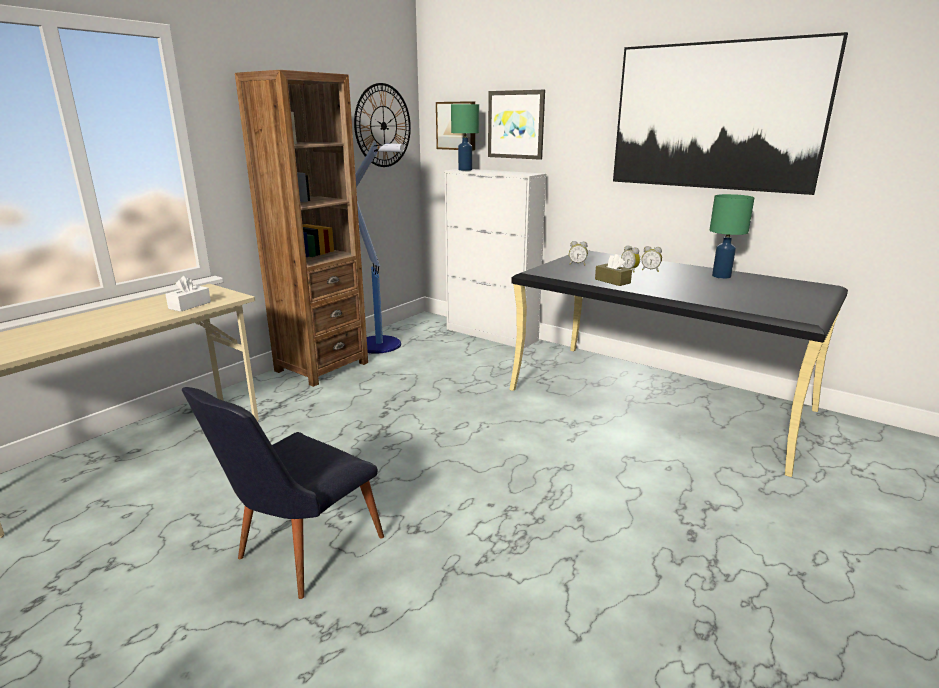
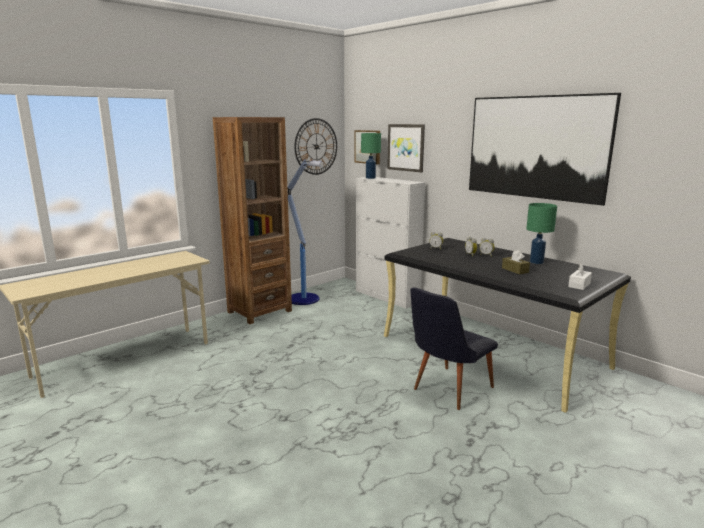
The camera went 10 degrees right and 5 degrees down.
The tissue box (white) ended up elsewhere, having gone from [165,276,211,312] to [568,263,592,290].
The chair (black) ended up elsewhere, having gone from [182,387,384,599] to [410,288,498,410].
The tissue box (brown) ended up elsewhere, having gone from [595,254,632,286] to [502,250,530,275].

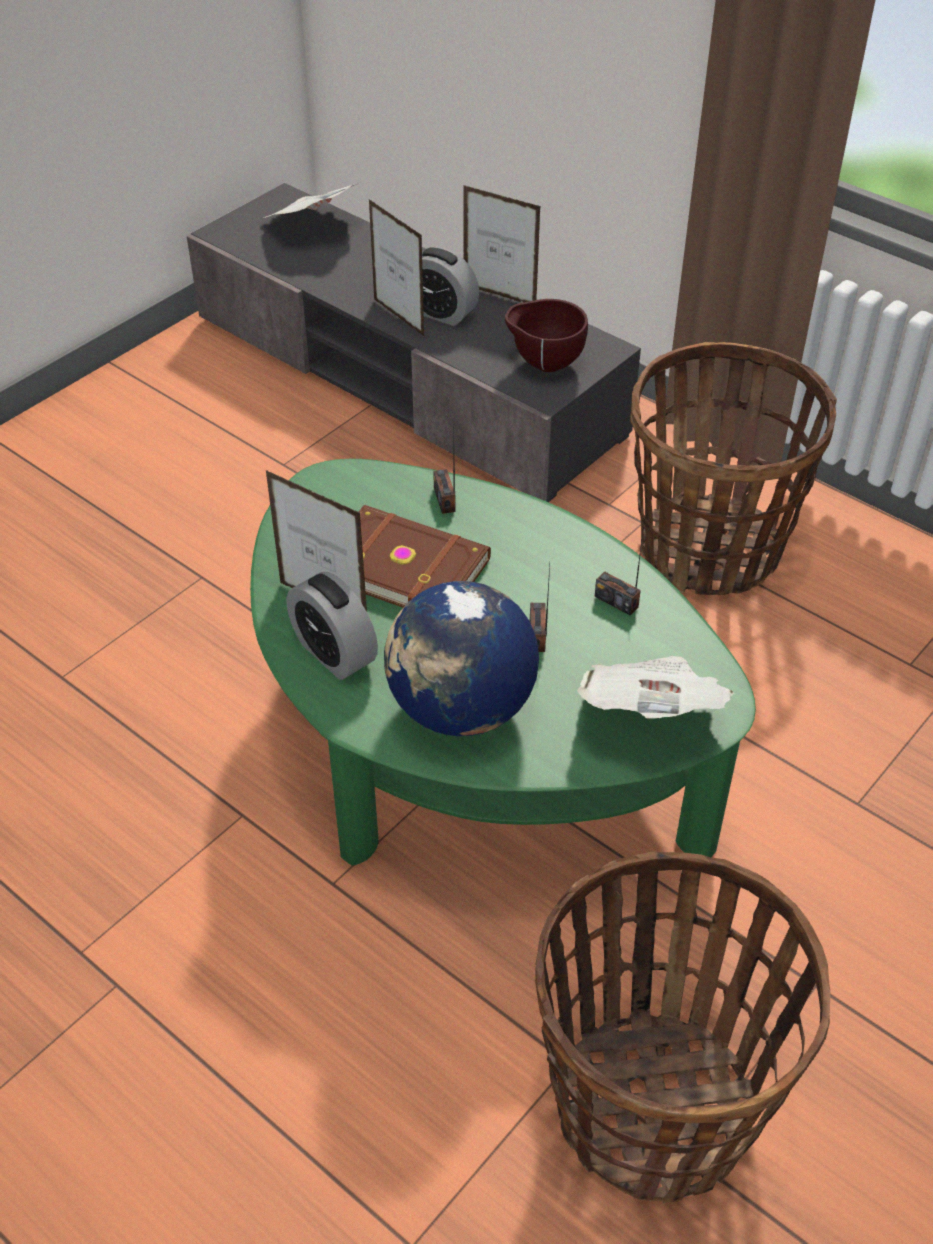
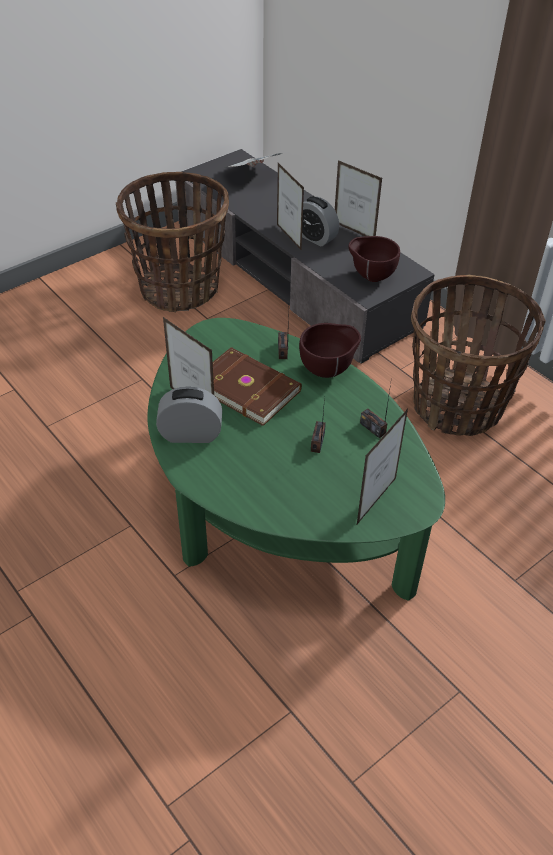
The camera went 10 degrees right and 0 degrees up.
The alarm clock at [286,572,378,680] ended up facing another way, 120 degrees clockwise from before.
The second view lost the globe at [384,581,539,736].
The basket ended up elsewhere, having gone from [535,852,830,1203] to [116,172,229,312].
Where the newspaper stood at [577,656,734,719], the picture frame came to stand at [357,409,408,524].
The second view gained the bowl (brown) at [299,323,361,378].

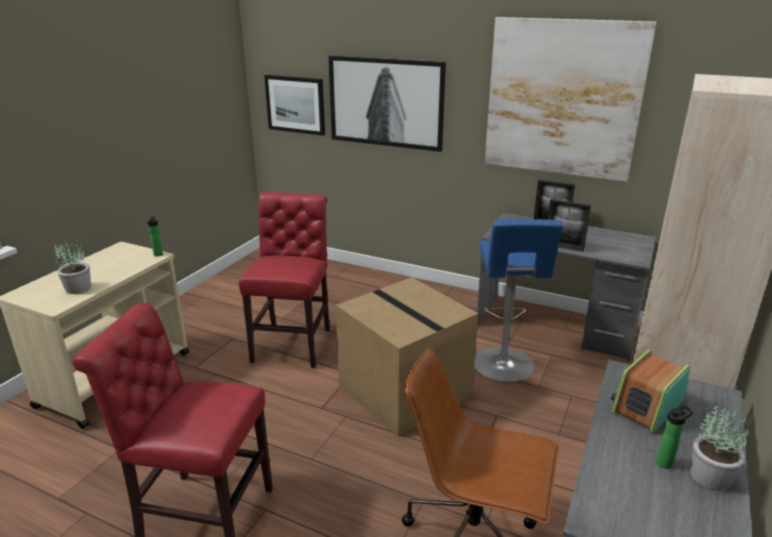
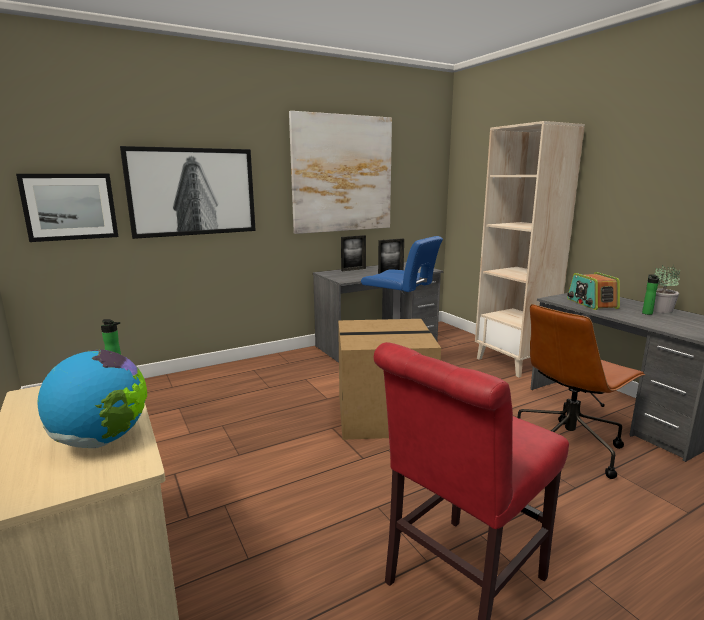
The camera went 55 degrees left and 10 degrees down.
Where the potted plant stood at [54,238,91,294], the globe came to stand at [38,349,147,448].
The second view lost the chair (red) at [239,192,330,368].

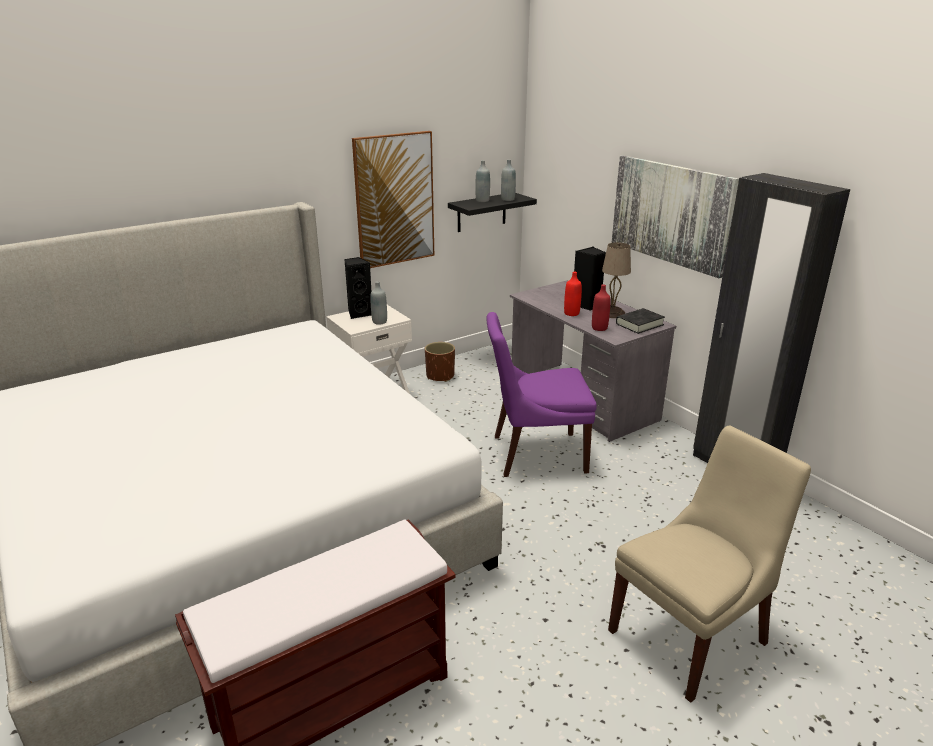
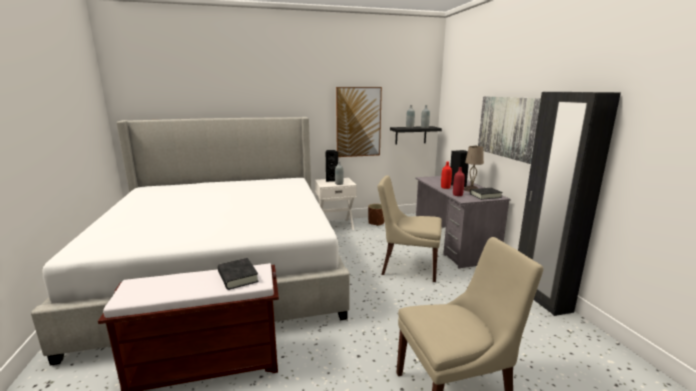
The camera went 20 degrees right and 10 degrees down.
What was the chair (purple) at [486,312,597,477] turned into the chair (beige) at [378,175,442,282].
The second view gained the book (black) at [218,258,259,290].

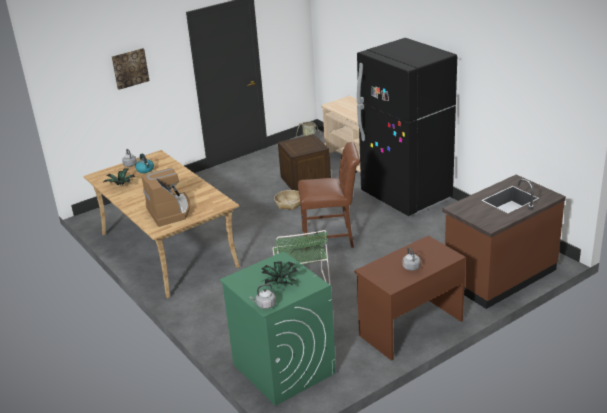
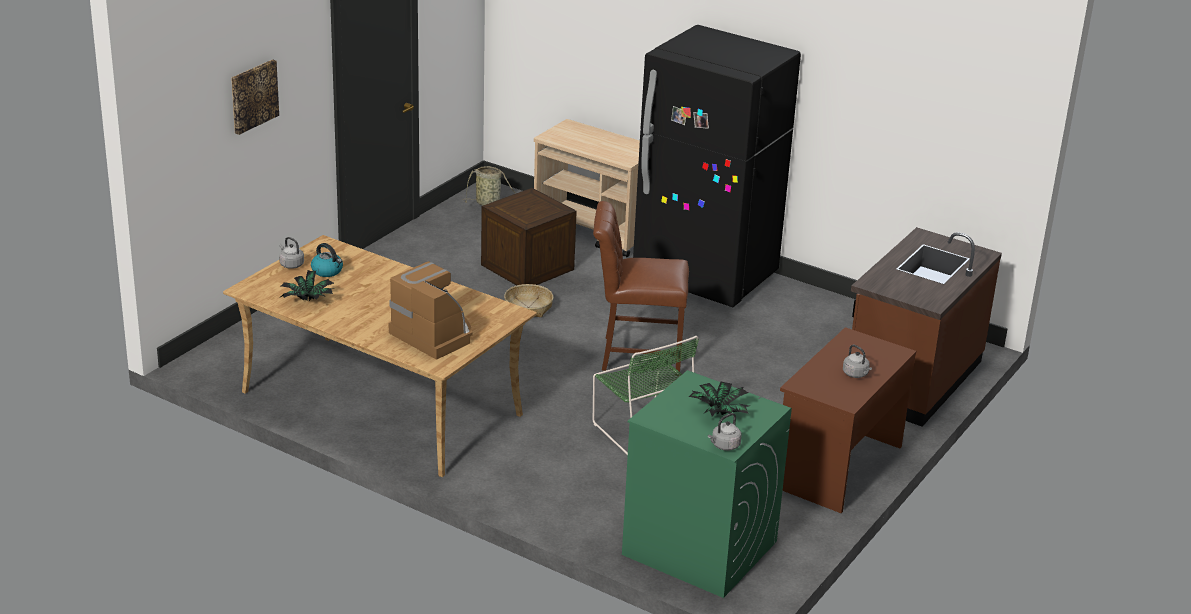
The camera went 25 degrees left and 0 degrees up.
The chair (brown) at [298,142,360,251] ended up facing another way, 150 degrees counterclockwise from before.

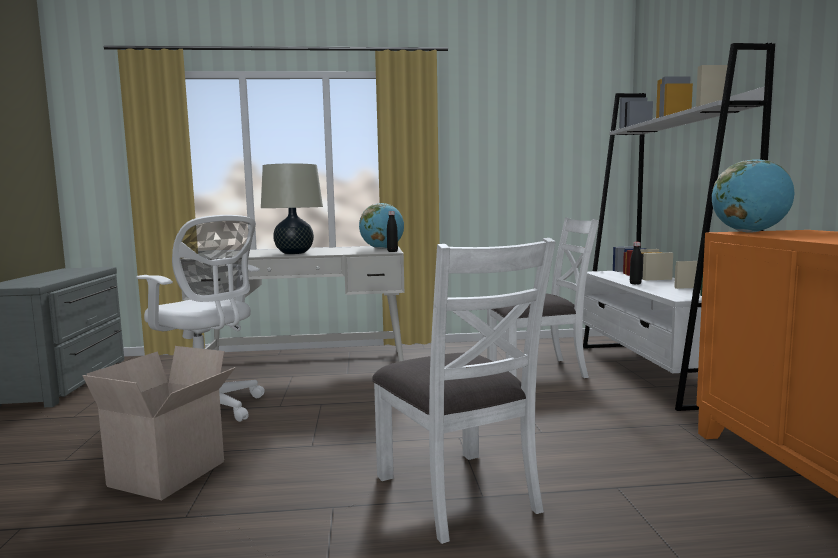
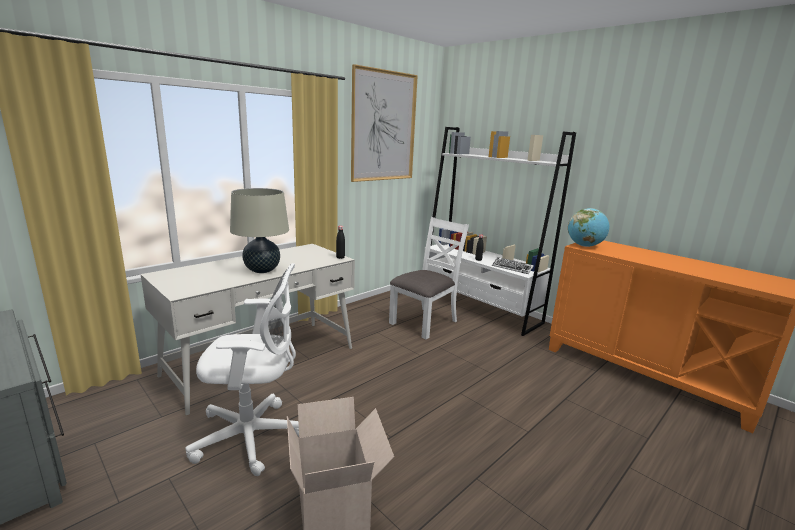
The camera went 40 degrees left and 10 degrees up.
The second view lost the globe at [359,203,404,249].
The second view lost the chair (white) at [372,238,556,544].
The second view gained the picture at [351,64,418,182].
The second view gained the keyboard at [492,257,534,274].

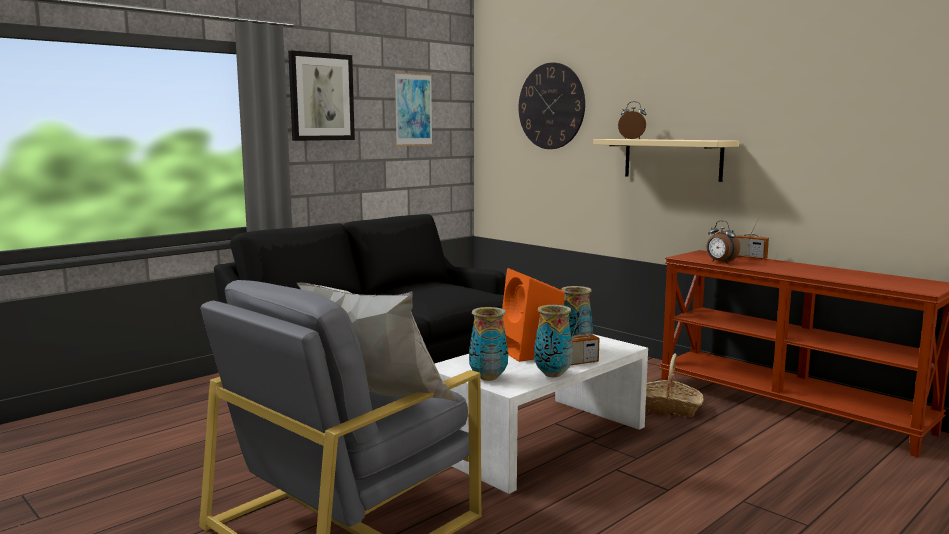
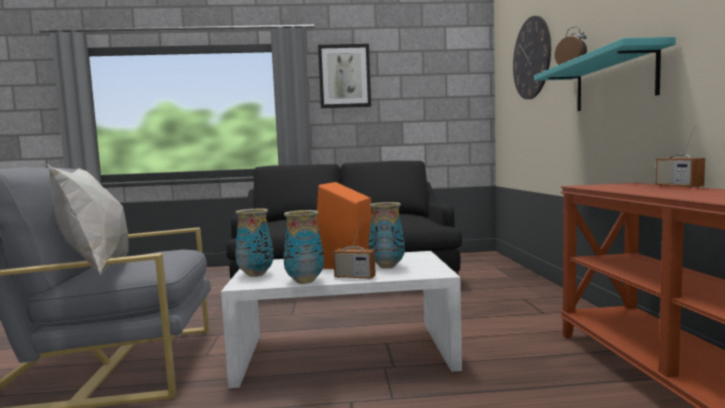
The camera went 40 degrees right and 5 degrees down.
The second view lost the picture at [394,72,433,146].
What was the shelf (beige) at [593,139,739,182] turned into the shelf (turquoise) at [534,37,676,111].
The second view lost the basket at [645,353,704,417].
The second view lost the alarm clock at [707,221,740,264].

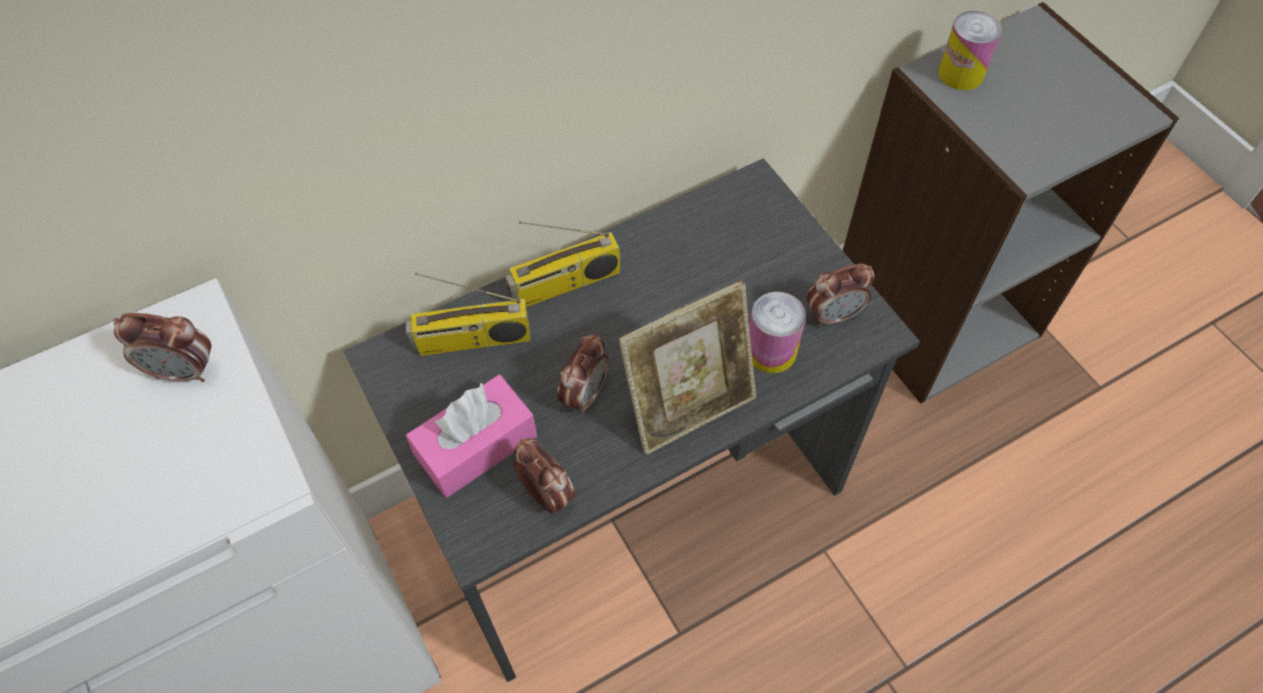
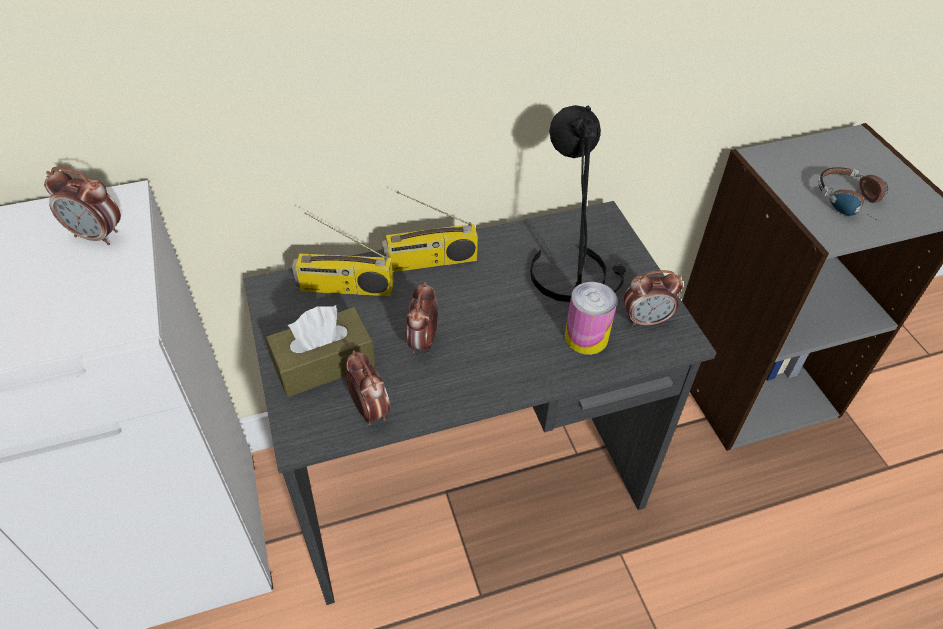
The camera went 10 degrees right and 10 degrees down.
What was the tissue box (pink) at [406,375,537,498] turned into the tissue box (brown) at [266,305,376,397].
The alarm clock at [557,334,608,414] ended up facing another way, 150 degrees clockwise from before.
The second view lost the picture frame at [618,280,756,455].
The second view lost the can at [938,11,1002,90].
The second view gained the table lamp (black) at [530,105,626,302].
The second view gained the headphones at [818,167,888,220].

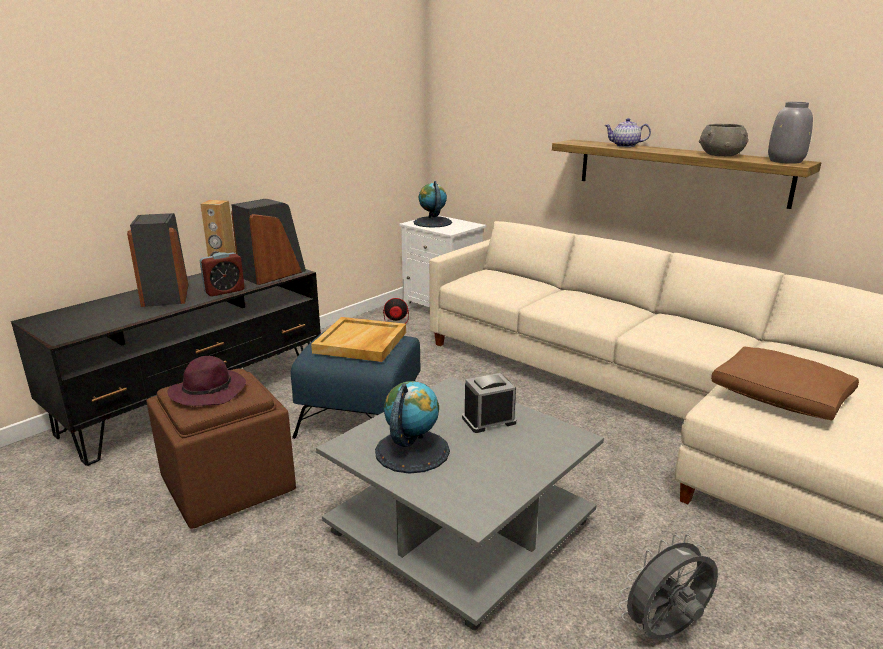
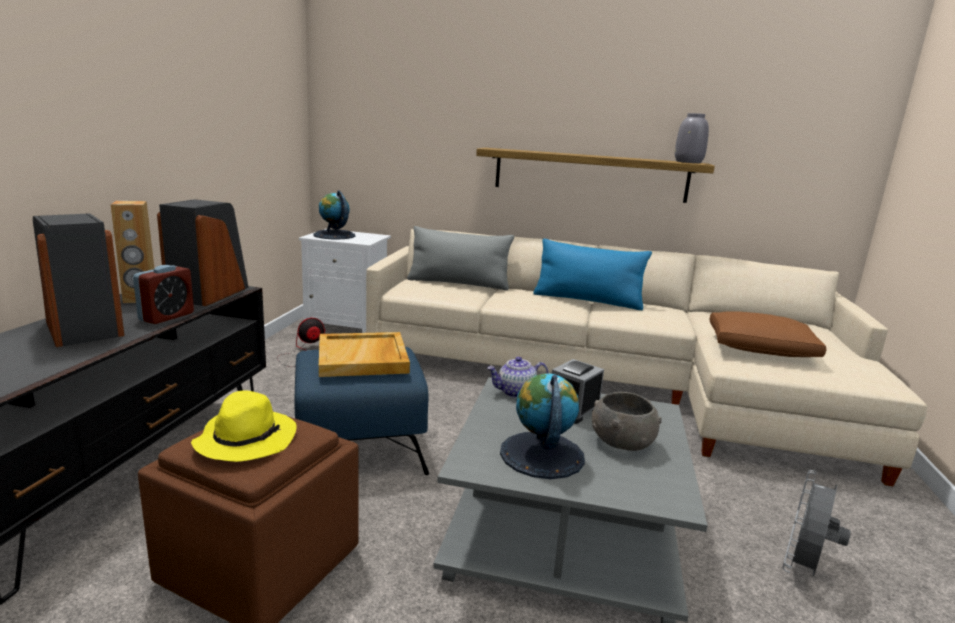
The camera went 30 degrees left and 5 degrees down.
What was the hat (purple) at [168,356,246,406] turned into the hat (yellow) at [191,390,297,462].
The teapot ended up elsewhere, having gone from [604,118,651,147] to [487,356,549,398].
The bowl (grey) ended up elsewhere, having gone from [699,124,749,156] to [592,392,662,451].
The second view gained the pillow (grey) at [407,226,514,290].
The second view gained the pillow (blue) at [534,238,652,310].

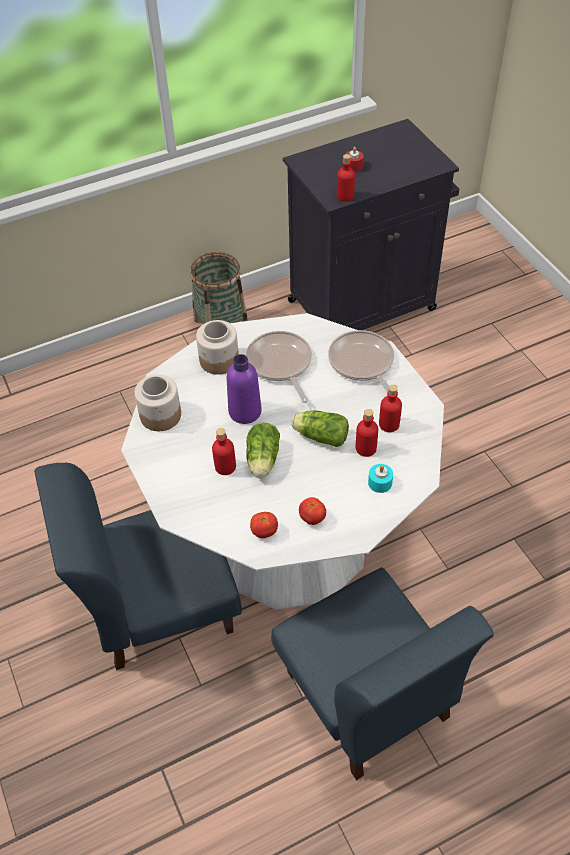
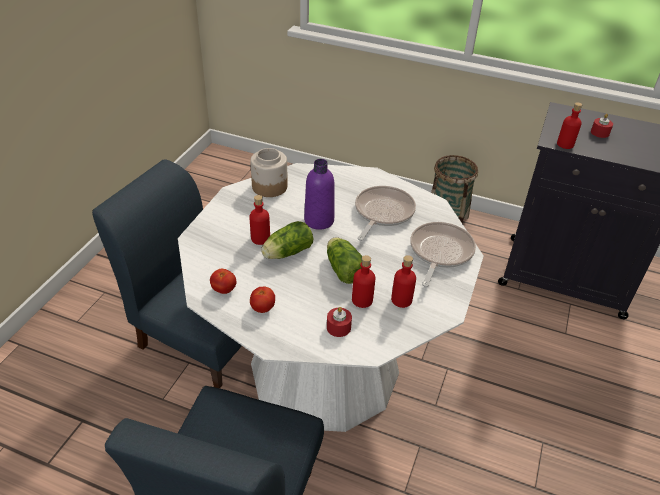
The camera went 45 degrees right and 10 degrees down.
The second view lost the jar at [196,320,239,375].
What was the candle (turquoise) at [368,464,393,493] turned into the candle (red) at [327,307,352,337].

